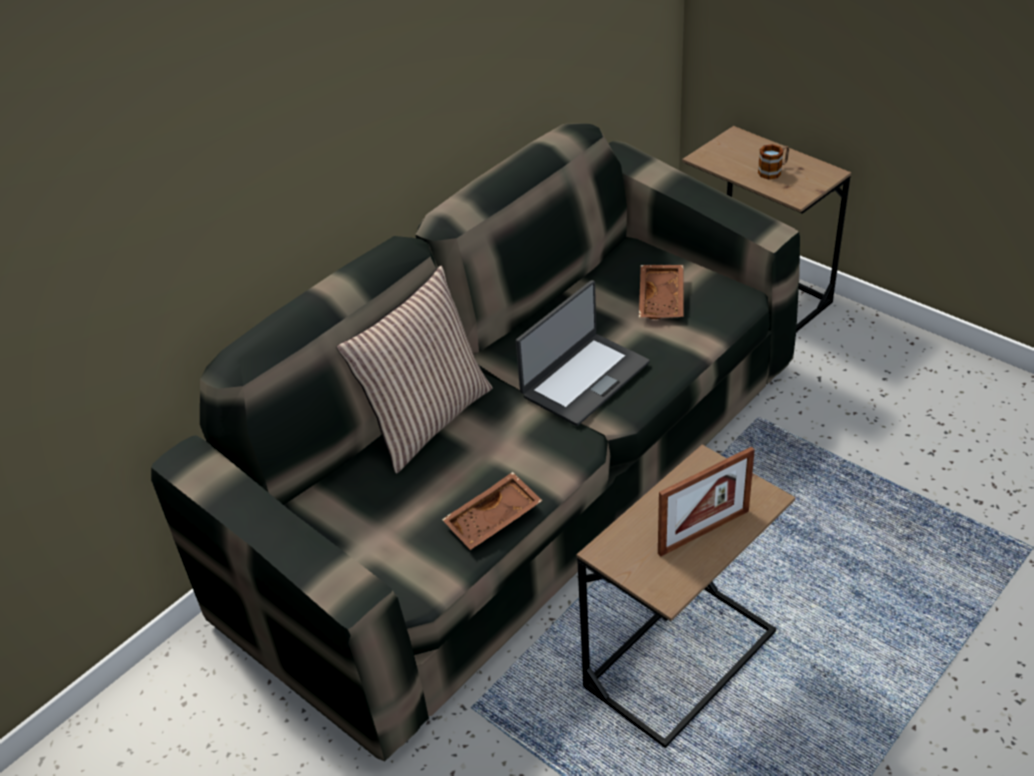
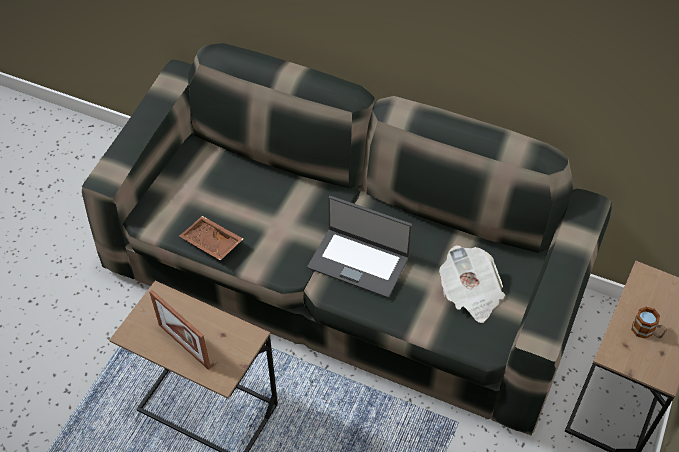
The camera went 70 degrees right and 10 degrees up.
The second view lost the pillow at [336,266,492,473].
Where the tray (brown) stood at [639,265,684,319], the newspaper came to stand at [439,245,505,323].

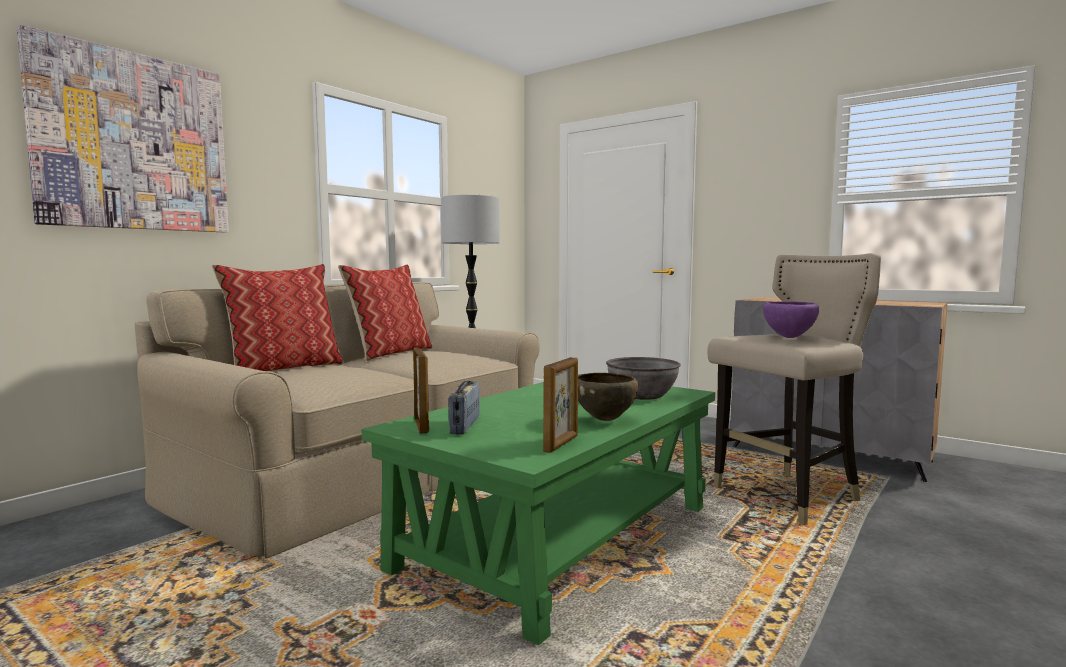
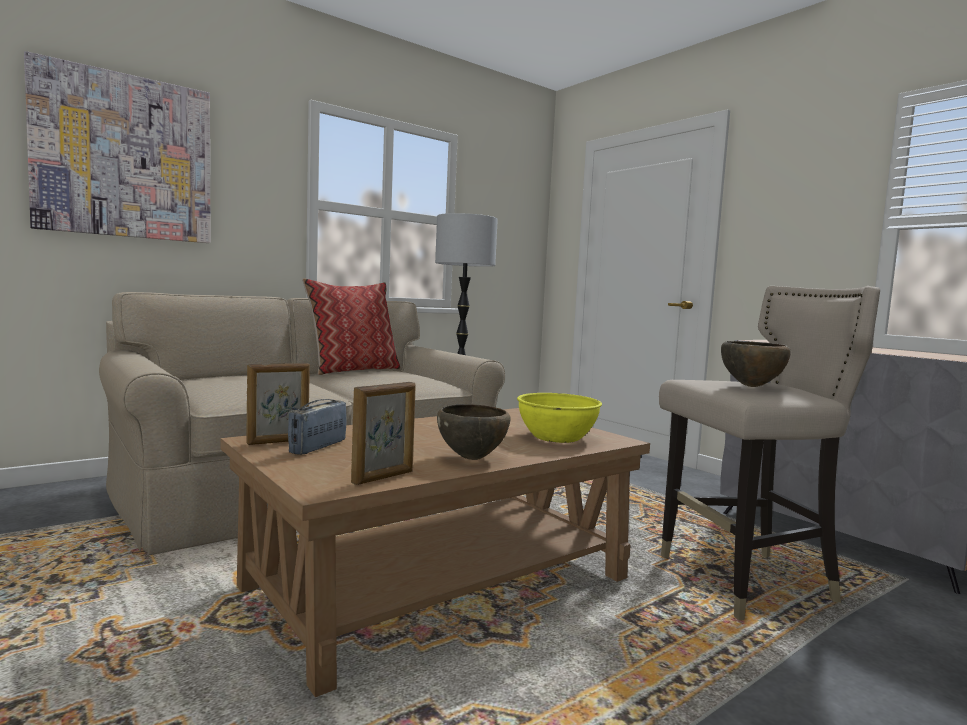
The camera went 15 degrees right and 0 degrees up.
The second view lost the pillow at [212,264,343,371].
What was the coffee table (green) at [361,374,715,645] turned into the coffee table (brown) at [221,408,650,697].
The picture frame at [413,348,429,434] ended up facing another way, 60 degrees clockwise from before.
What was the bowl (grey) at [606,357,681,400] turned into the bowl (yellow) at [517,393,602,443].
What was the bowl (purple) at [763,301,819,338] turned into the bowl (brown) at [721,341,790,387].

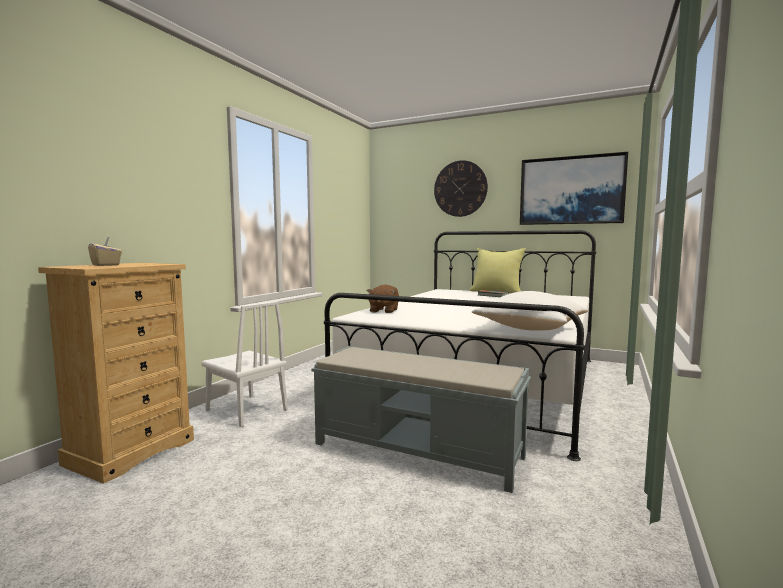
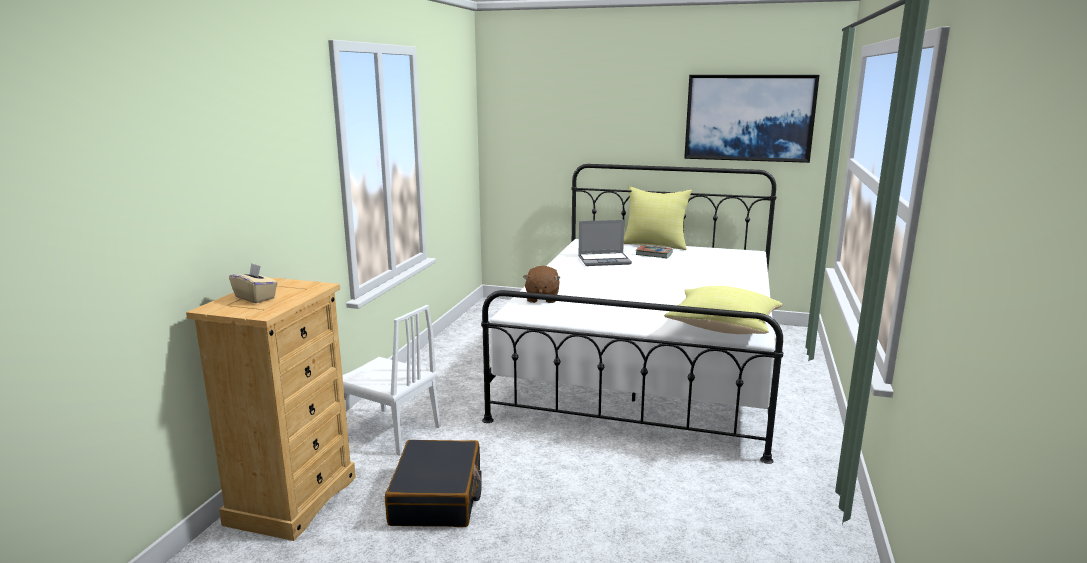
The camera went 10 degrees left and 10 degrees up.
The second view lost the bench (grey) at [311,346,531,493].
The second view lost the wall clock at [434,160,488,217].
What was the pillow (white) at [472,291,589,331] turned into the pillow (yellow) at [664,286,783,334].
The second view gained the suitcase (black) at [385,440,482,527].
The second view gained the laptop at [578,220,632,266].

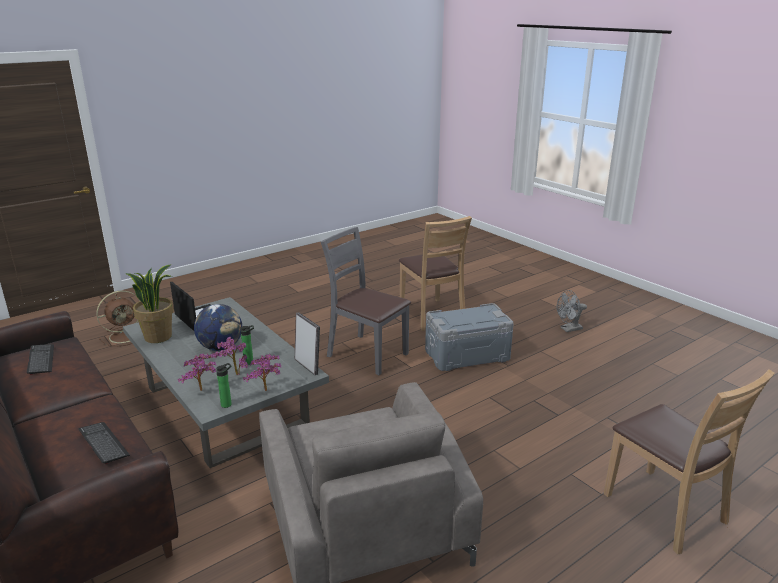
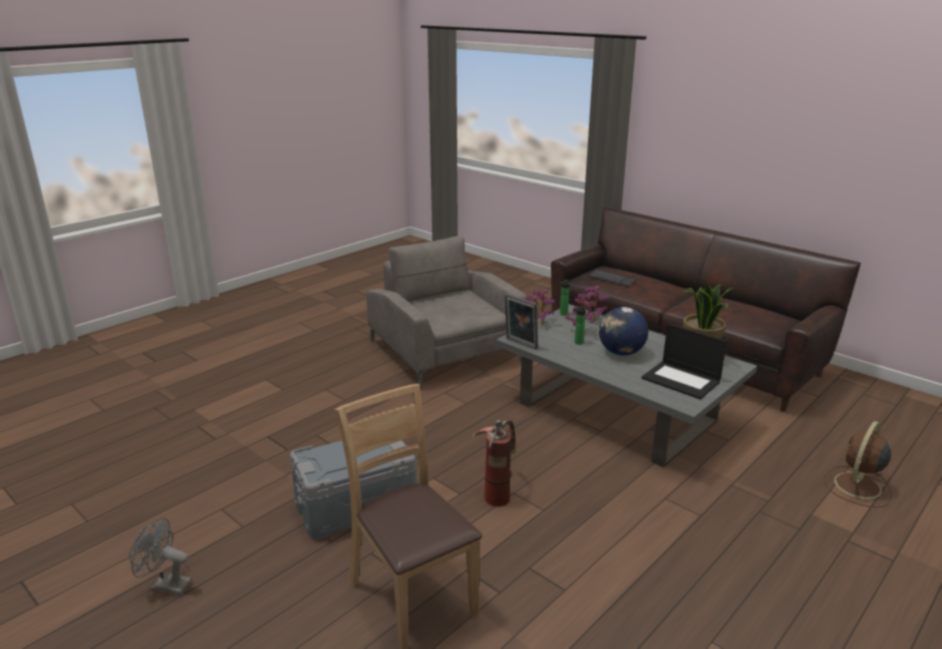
The camera went 170 degrees right and 0 degrees up.
The second view lost the keyboard at [27,344,54,375].
Where the chair (grey) stood at [321,227,411,375], the fire extinguisher came to stand at [472,420,515,507].
The fan (grey) at [557,290,587,332] ended up facing another way, 135 degrees counterclockwise from before.
The second view lost the chair (brown) at [604,369,775,555].

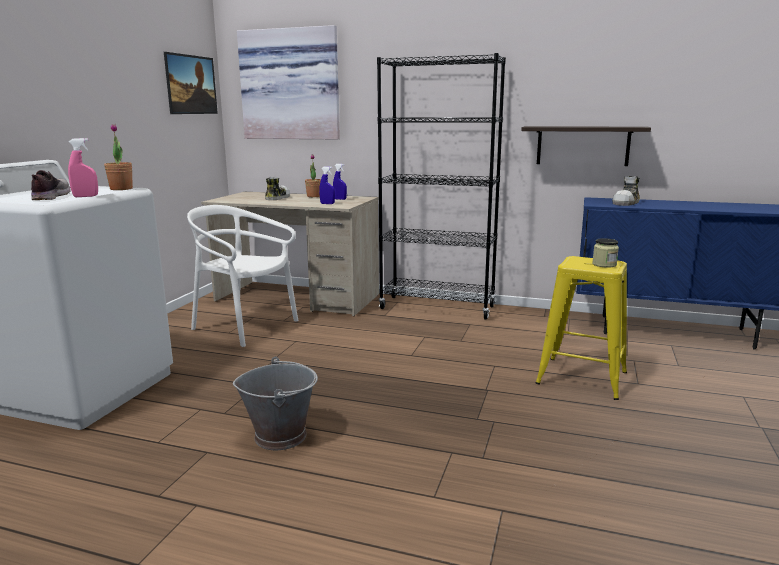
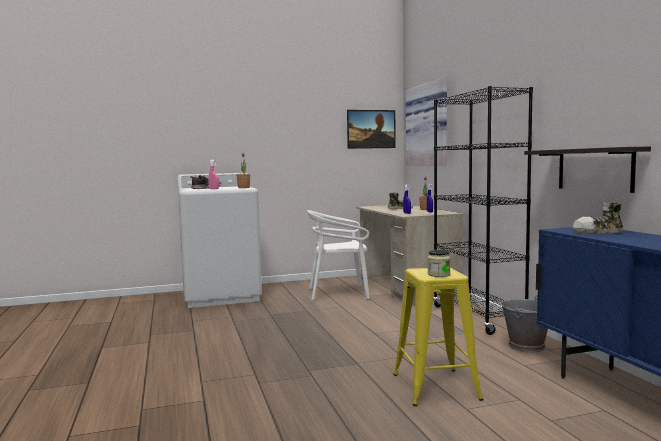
The camera went 55 degrees right and 10 degrees down.
The chair (white) at [187,205,299,347] ended up facing another way, 90 degrees counterclockwise from before.
The bucket (grey) ended up elsewhere, having gone from [233,357,318,450] to [500,295,548,353].

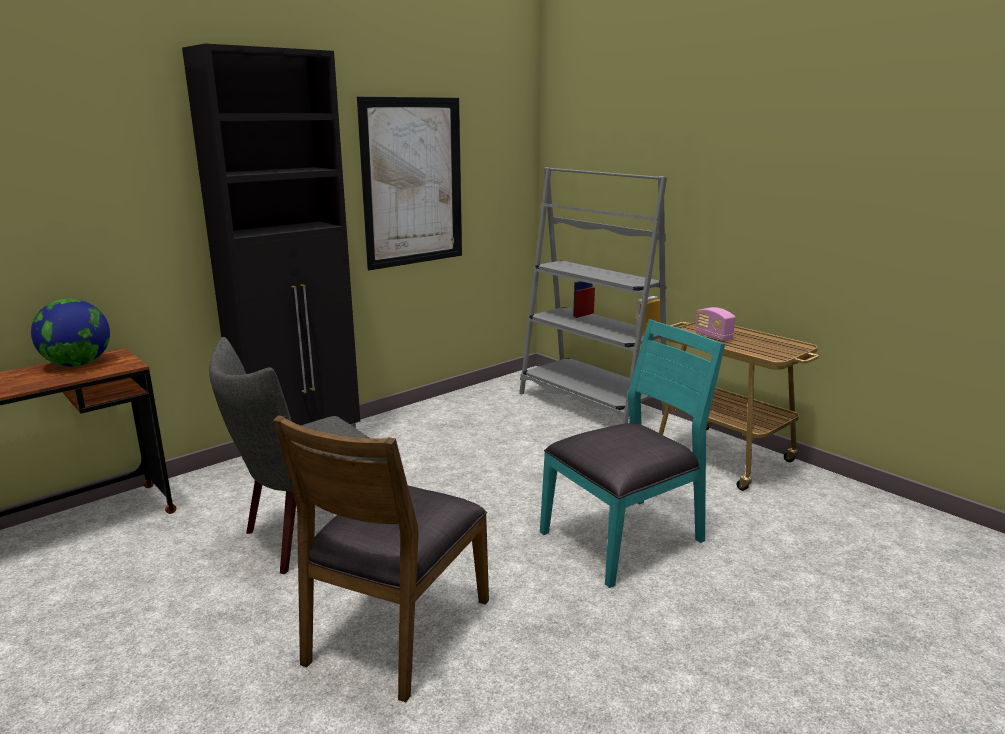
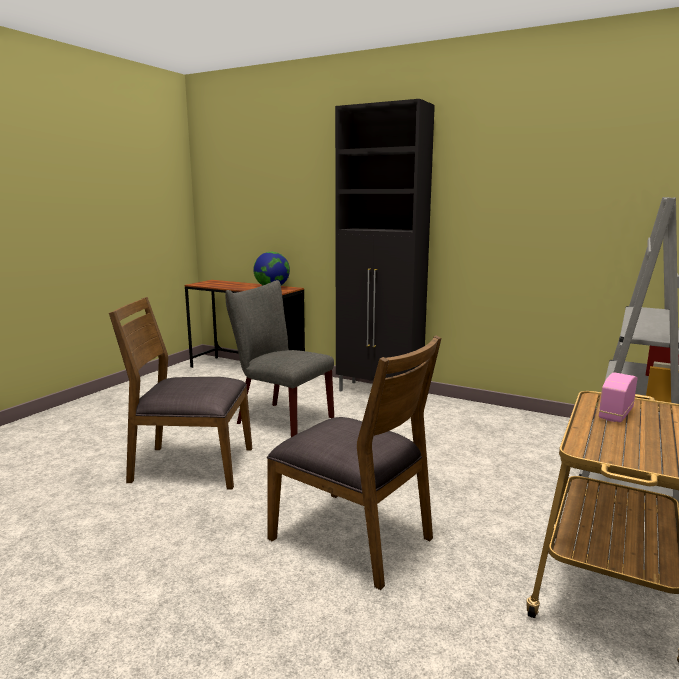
The camera went 70 degrees right and 5 degrees down.
The second view lost the picture at [357,96,462,270].
What was the chair (turquoise) at [540,319,725,588] turned into the chair (brown) at [267,335,442,590].

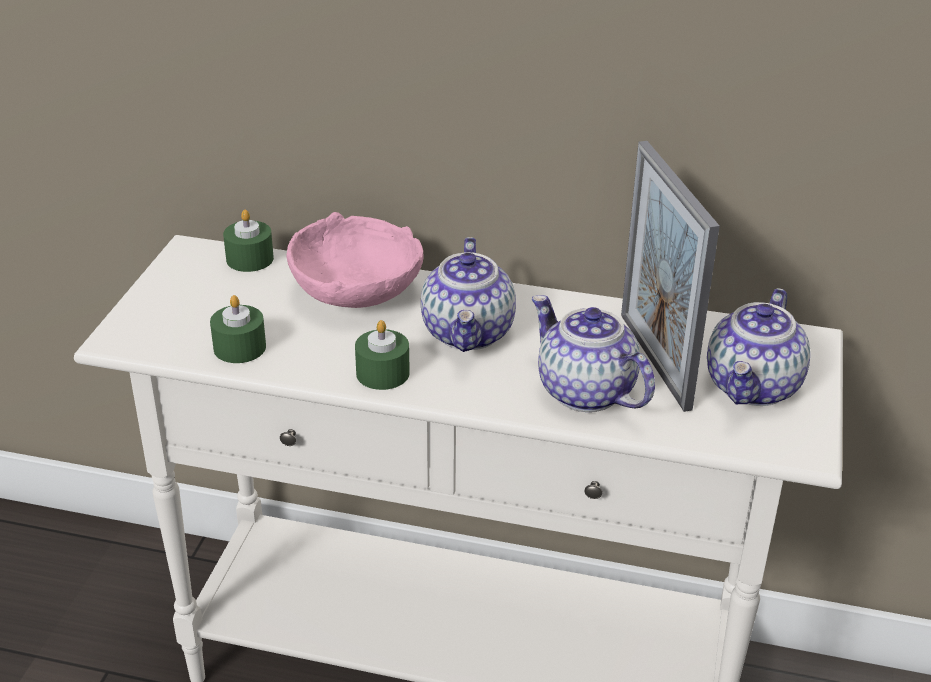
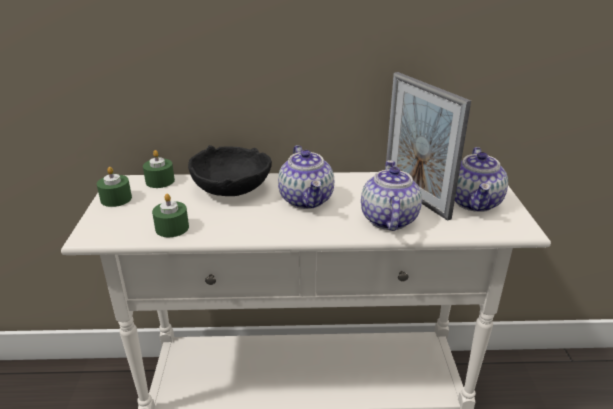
The camera went 15 degrees left and 5 degrees down.
What was the bowl (pink) at [287,212,424,308] turned into the bowl (black) at [188,145,272,196].
The candle (green) ended up elsewhere, having gone from [355,320,410,390] to [97,167,132,207].
The teapot at [532,295,655,412] ended up facing another way, 60 degrees clockwise from before.

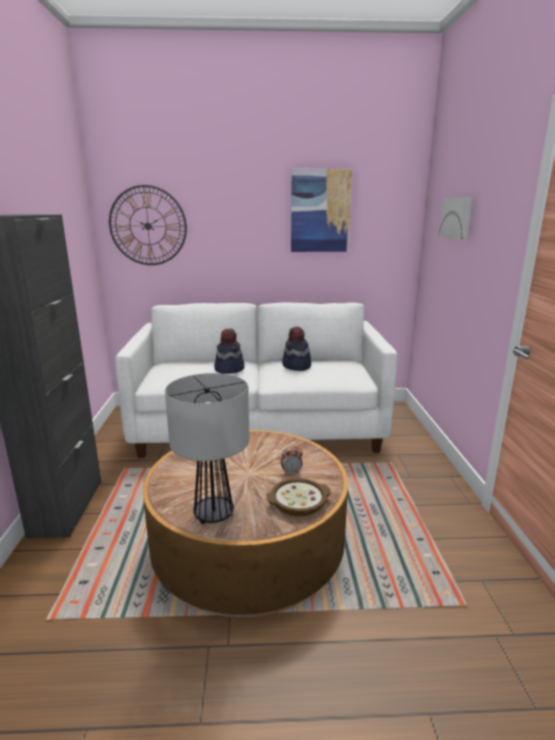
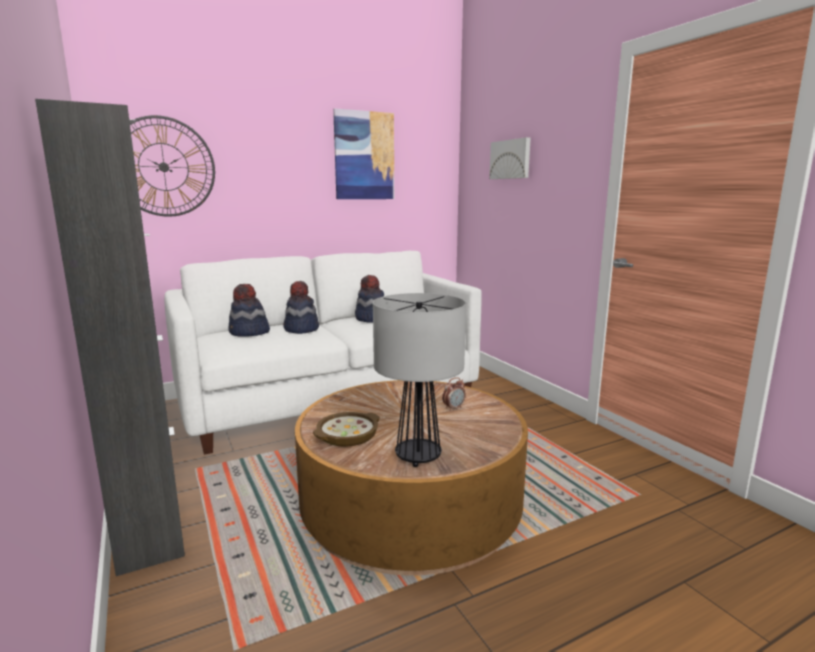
The camera went 25 degrees left and 5 degrees down.
The bowl ended up elsewhere, having gone from [266,478,331,516] to [313,412,380,447].
The second view gained the hat at [228,284,270,337].

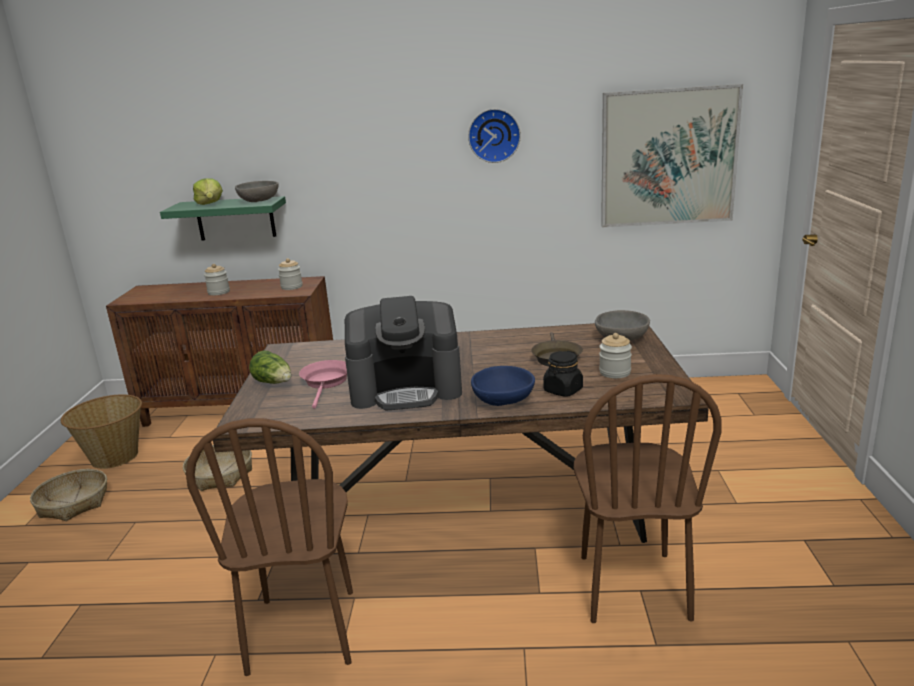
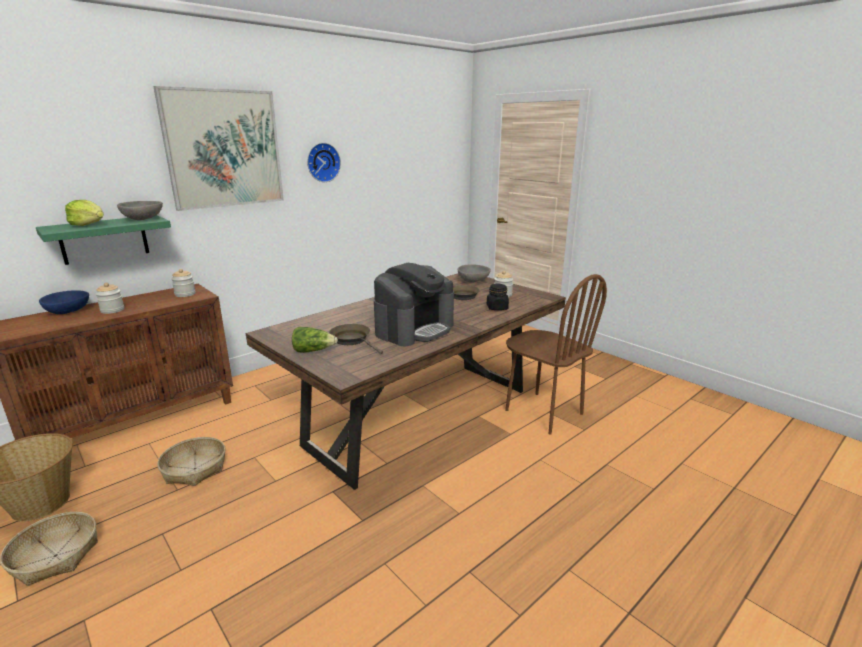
The camera went 45 degrees left and 0 degrees up.
The second view lost the chair (brown) at [186,418,353,676].
What was the frying pan (pink) at [299,360,347,409] turned into the frying pan (brown) at [329,324,383,354].
The bowl (blue) ended up elsewhere, having gone from [471,366,535,406] to [39,290,89,314].
The picture ended up elsewhere, having gone from [601,84,743,227] to [153,86,284,211].

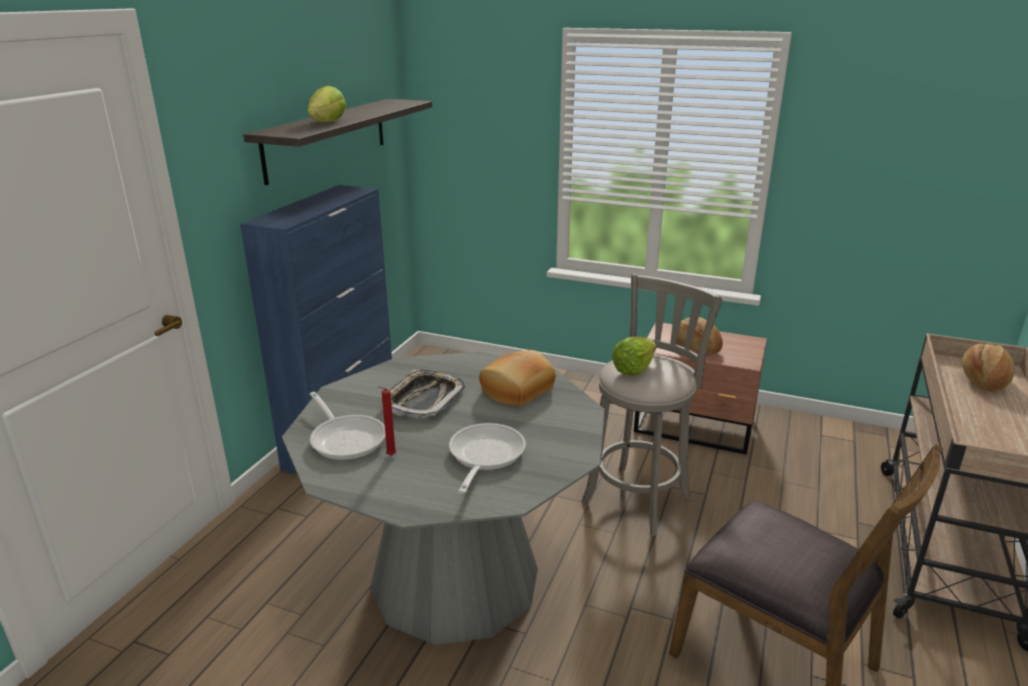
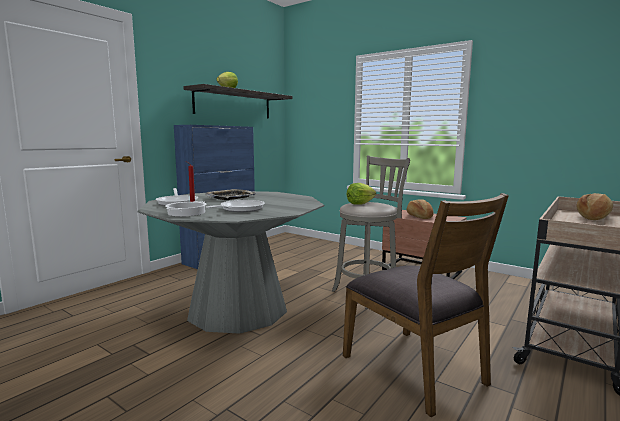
The camera went 15 degrees right and 15 degrees down.
The second view lost the bread at [479,350,556,407].
The second view gained the cooking pot at [165,201,207,217].

